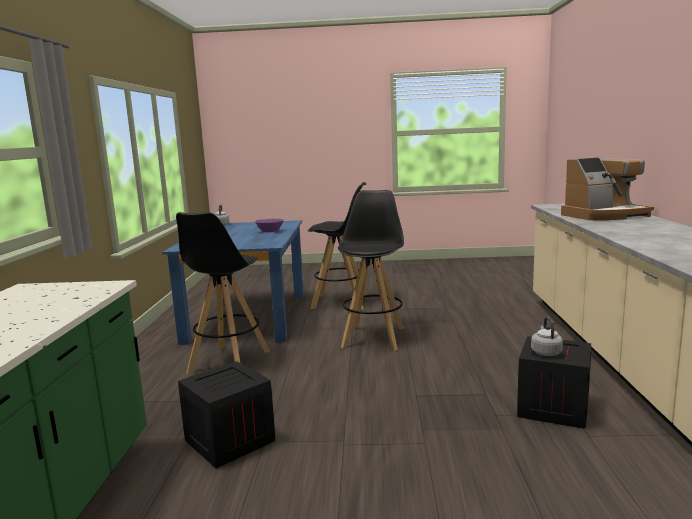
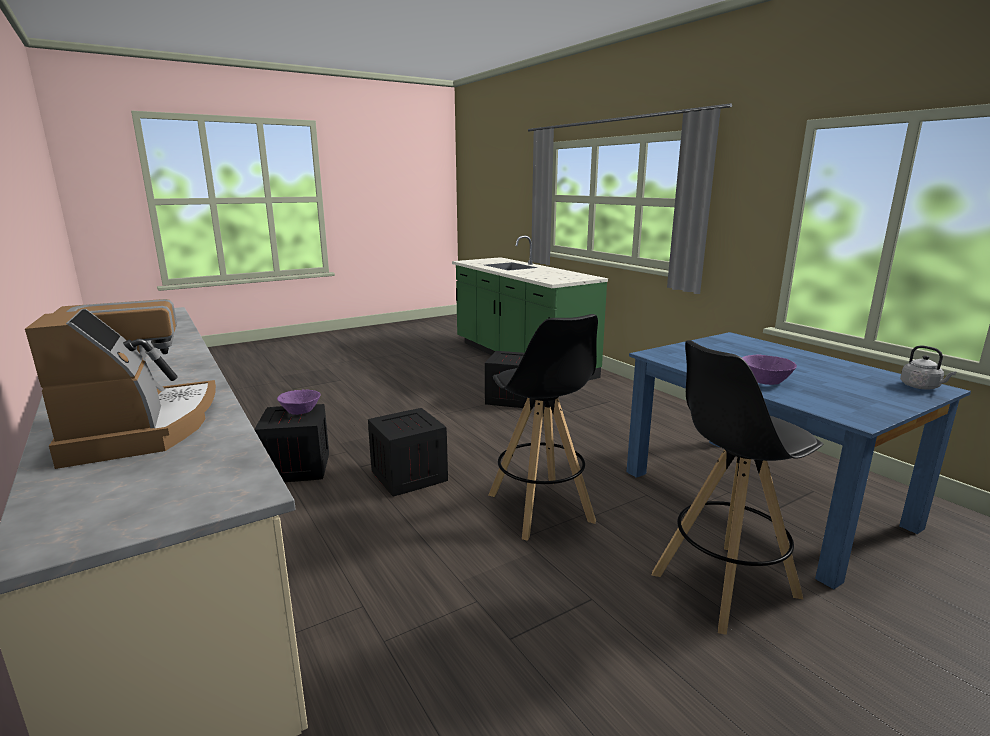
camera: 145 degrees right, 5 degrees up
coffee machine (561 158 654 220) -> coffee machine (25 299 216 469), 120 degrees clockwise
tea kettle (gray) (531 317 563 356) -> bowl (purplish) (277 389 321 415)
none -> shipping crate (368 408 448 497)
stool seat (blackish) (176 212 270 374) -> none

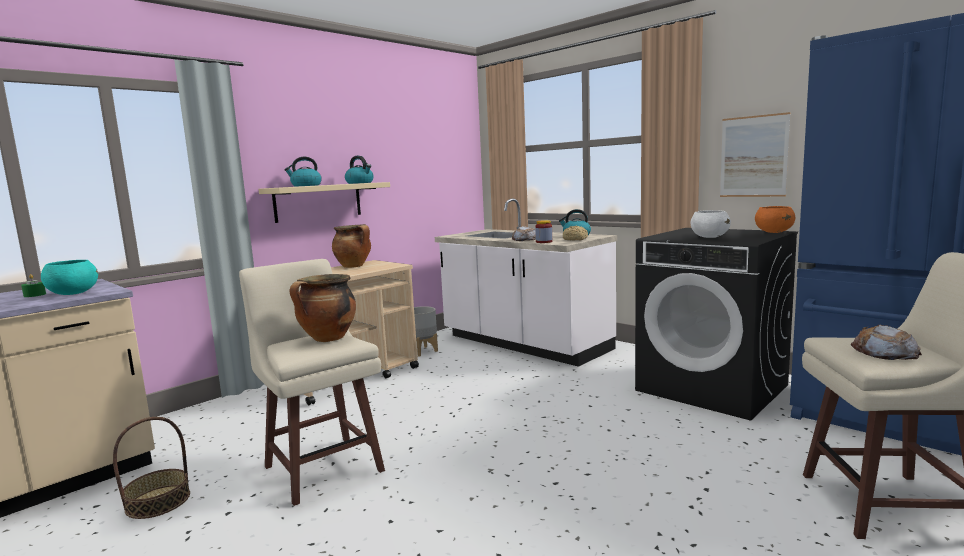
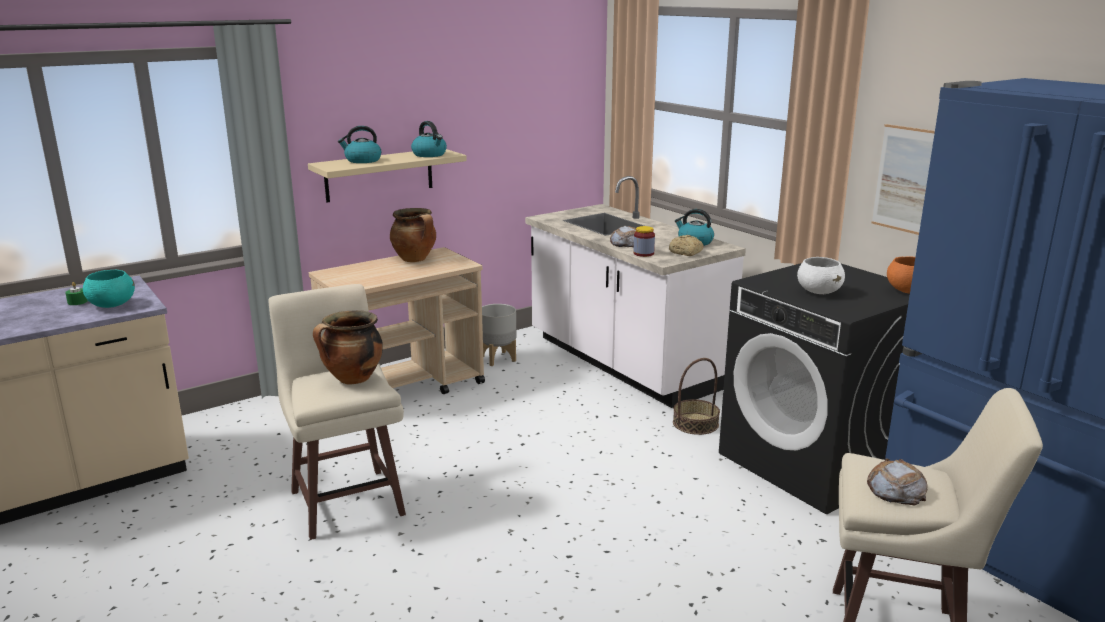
camera: 10 degrees right, 10 degrees up
basket (113 417 190 519) -> basket (673 358 720 435), shifted

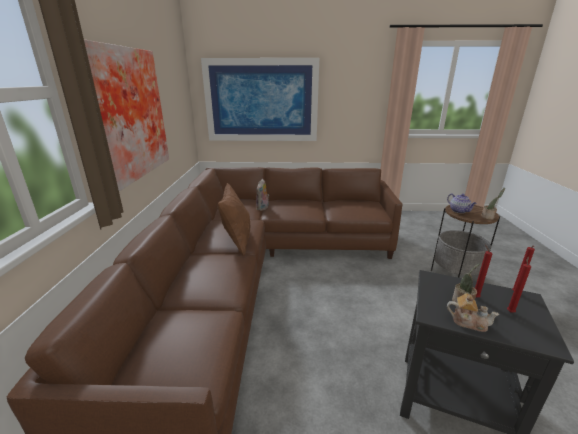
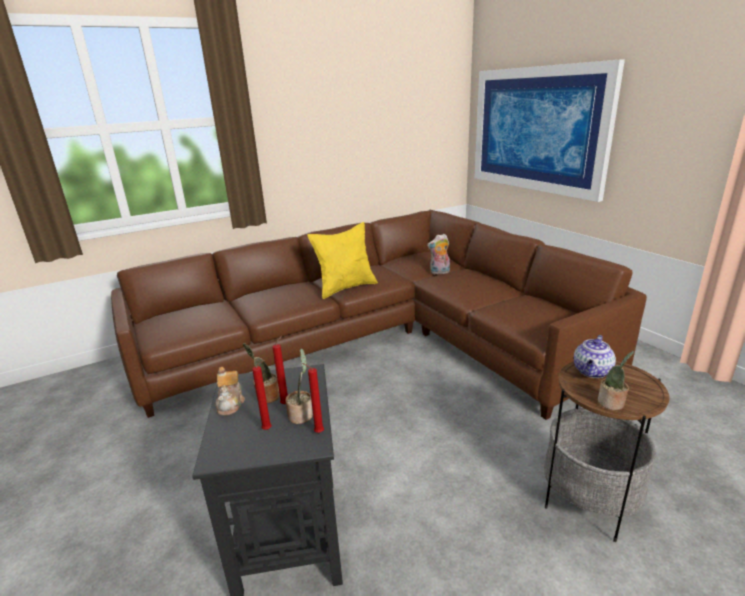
camera: 60 degrees right, 0 degrees up
none -> potted plant (285 348 313 424)
throw pillow (brown) (218 183 250 256) -> throw pillow (yellow) (308 222 378 299)
wall art (84 40 169 191) -> none

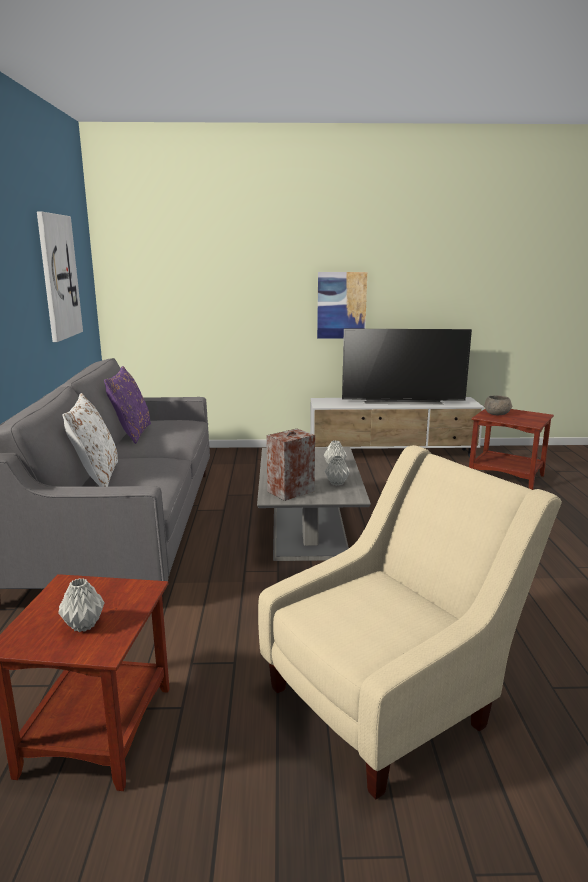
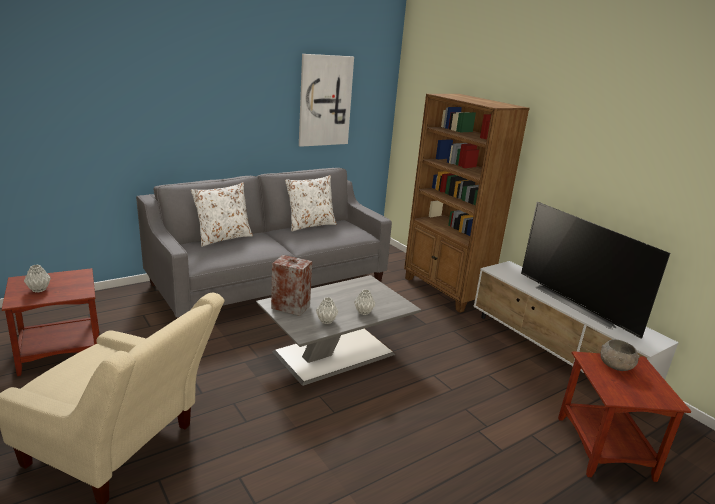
camera: 55 degrees right, 5 degrees up
throw pillow (purplish) (104 366 151 444) -> throw pillow (white) (285 175 337 231)
none -> bookshelf (brown) (404 94 530 313)
wall art (317 272 367 338) -> none

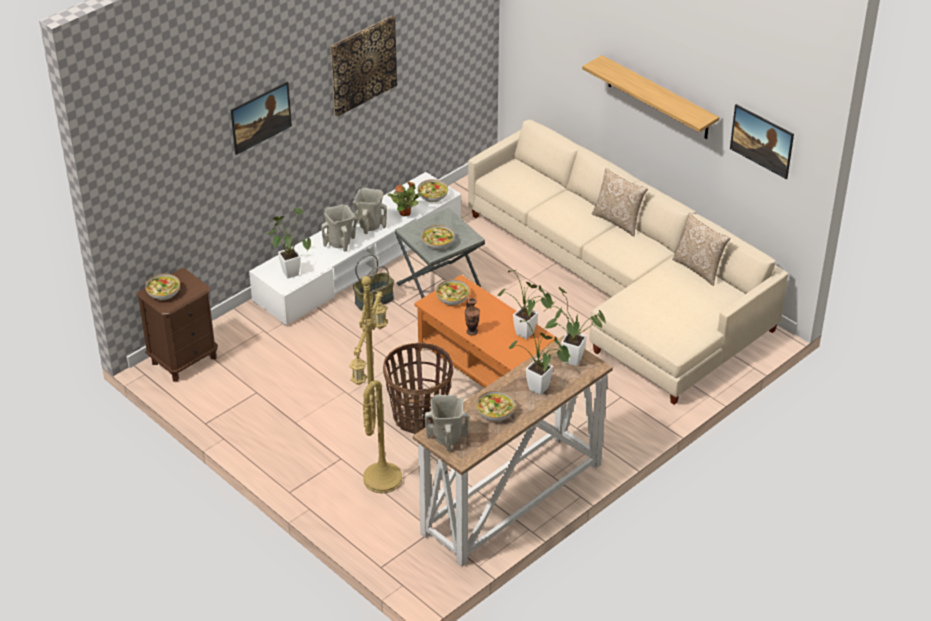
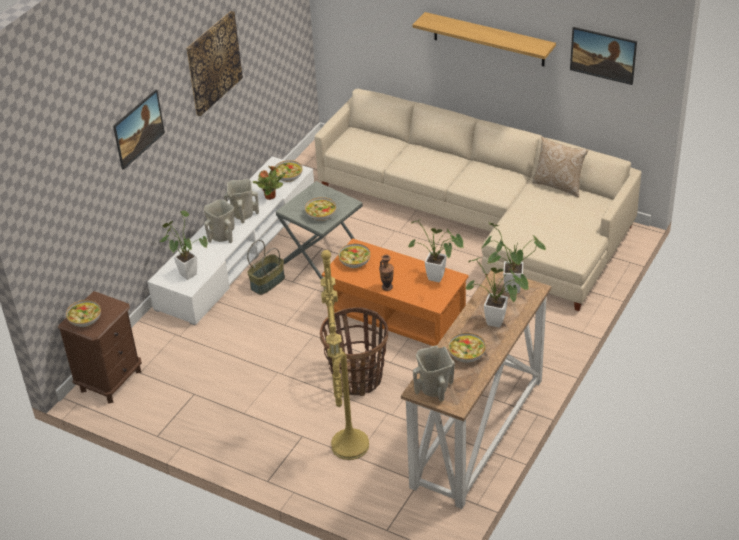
camera: 15 degrees left, 0 degrees up
throw pillow (592 168 648 236) -> none

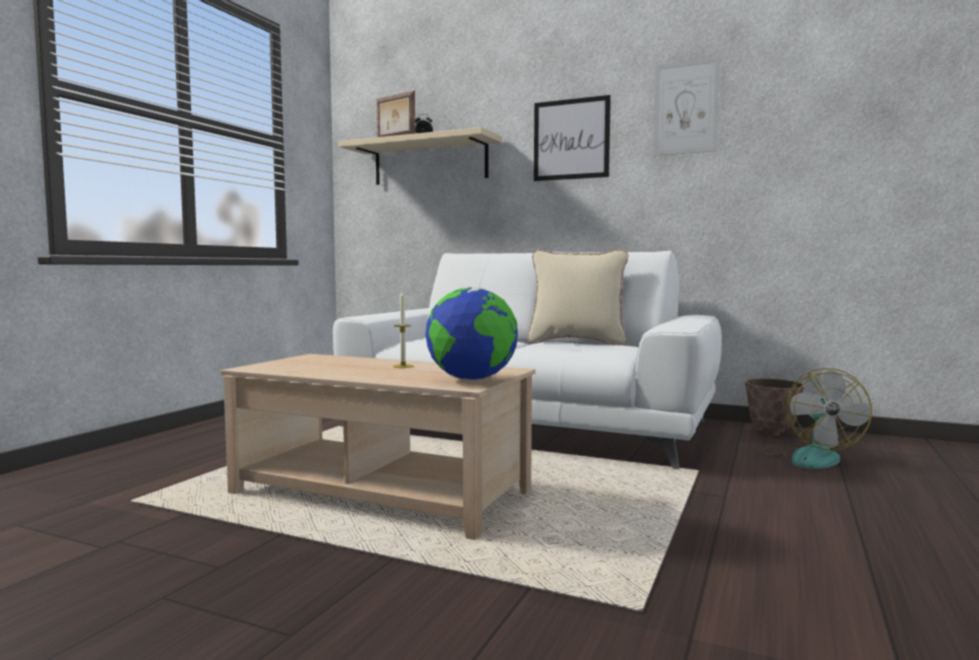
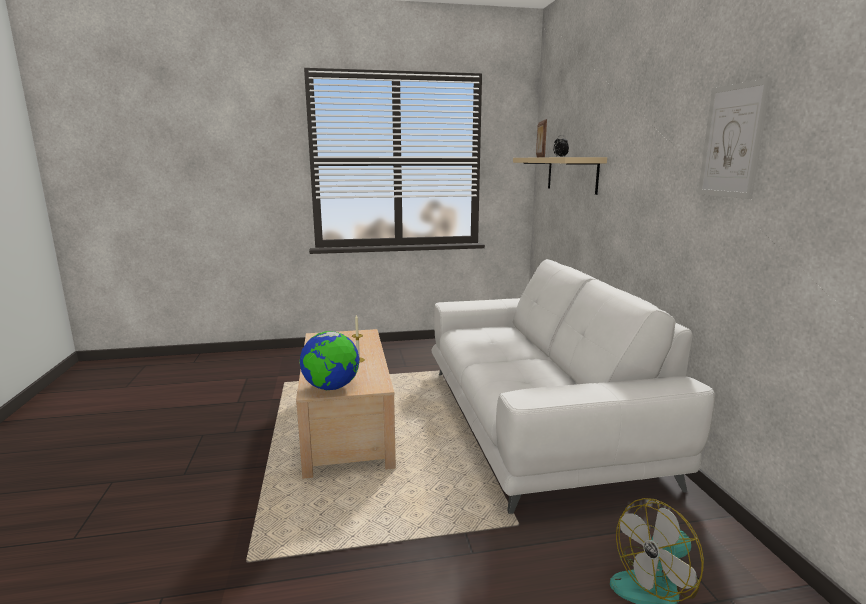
camera: 55 degrees right, 10 degrees up
throw pillow (beige) (527 249 628 345) -> none
wall art (534 95 611 181) -> none
flower pot (745 379 805 436) -> none

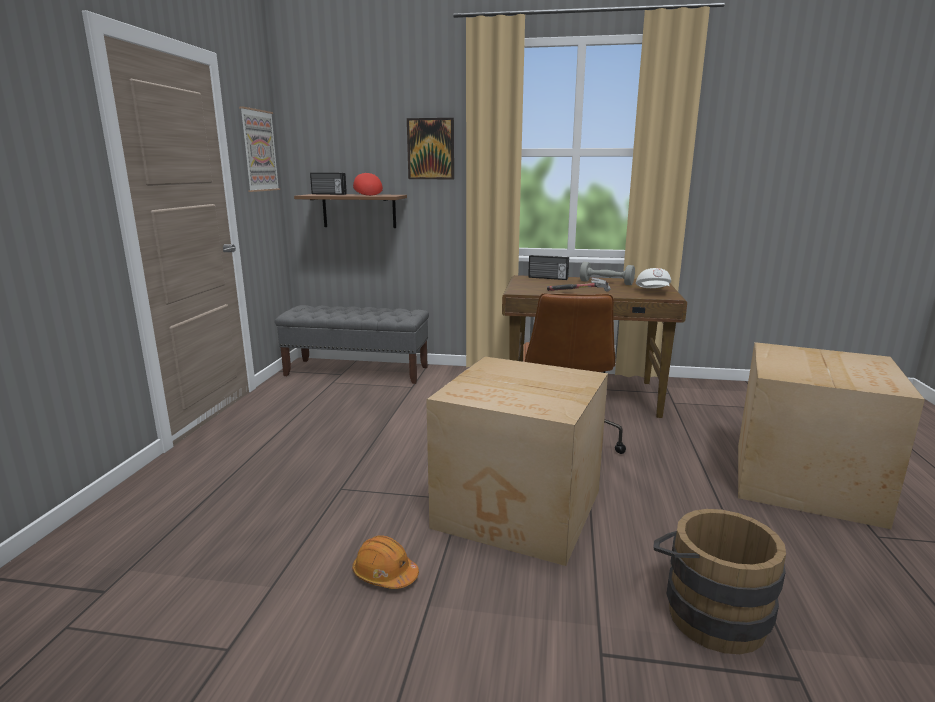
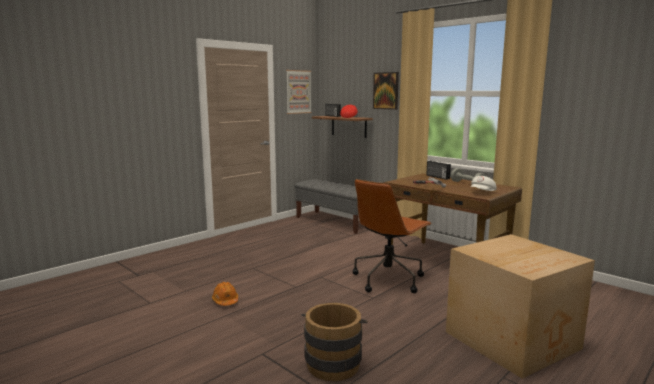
camera: 35 degrees right, 5 degrees down
carton (426 356 608 566) -> none

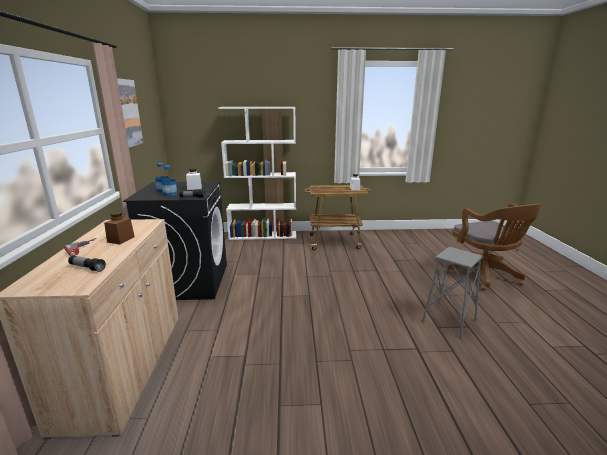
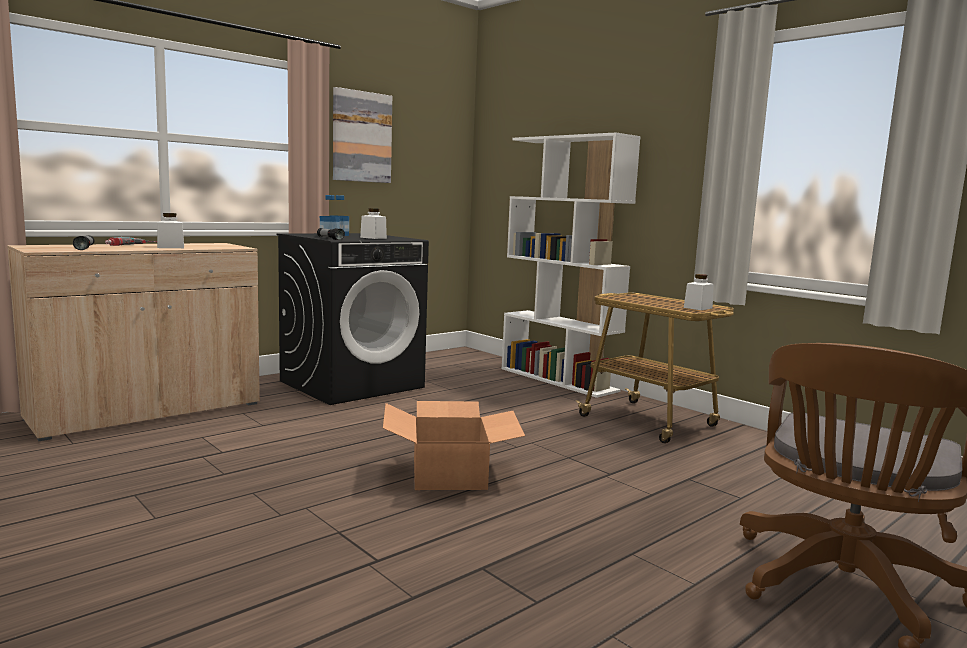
camera: 50 degrees right, 10 degrees down
preserve jar (brown) (104 212 135 244) -> preserve jar (white) (157 213 184 248)
none -> carton (383 401 525 490)
stool seat (gray) (422 247 483 338) -> none

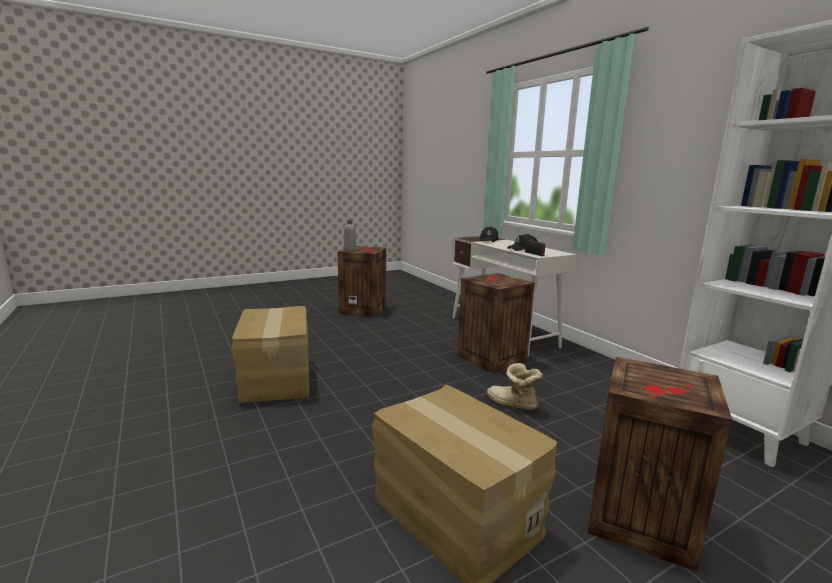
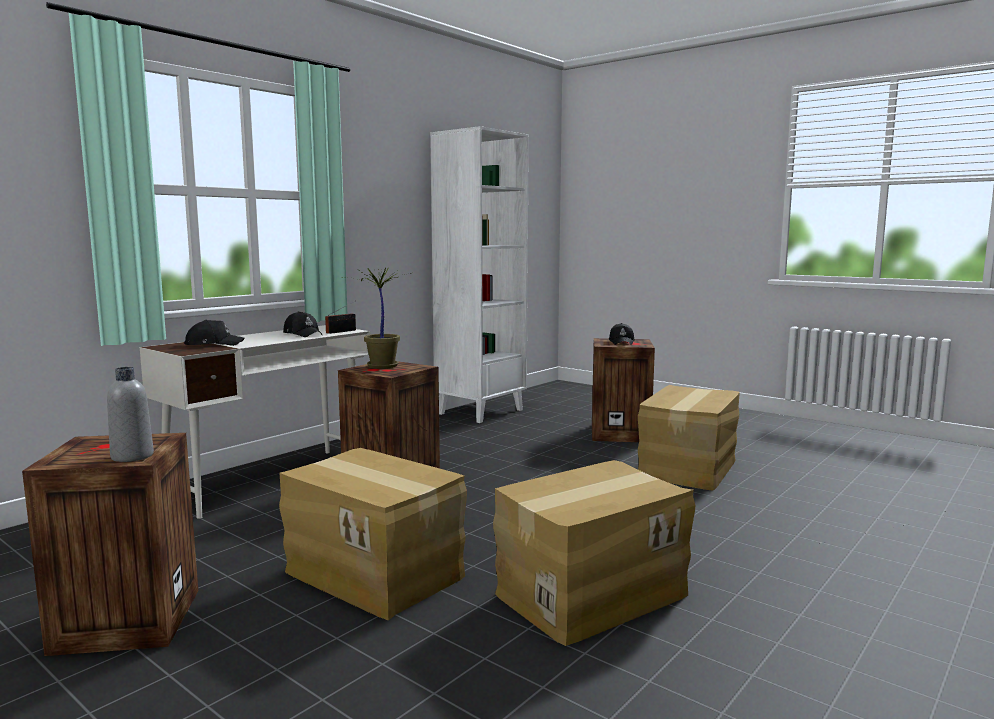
camera: 110 degrees left, 5 degrees down
none -> carton (279 448 467 621)
none -> potted plant (342 267 411 369)
none -> peaked cap (blackish) (609 323 635 345)
boot (487 363 543 410) -> none

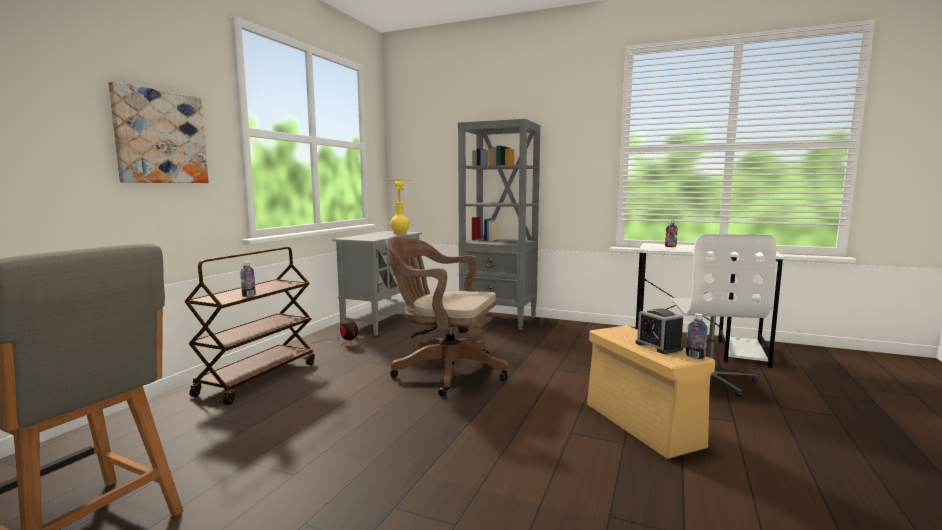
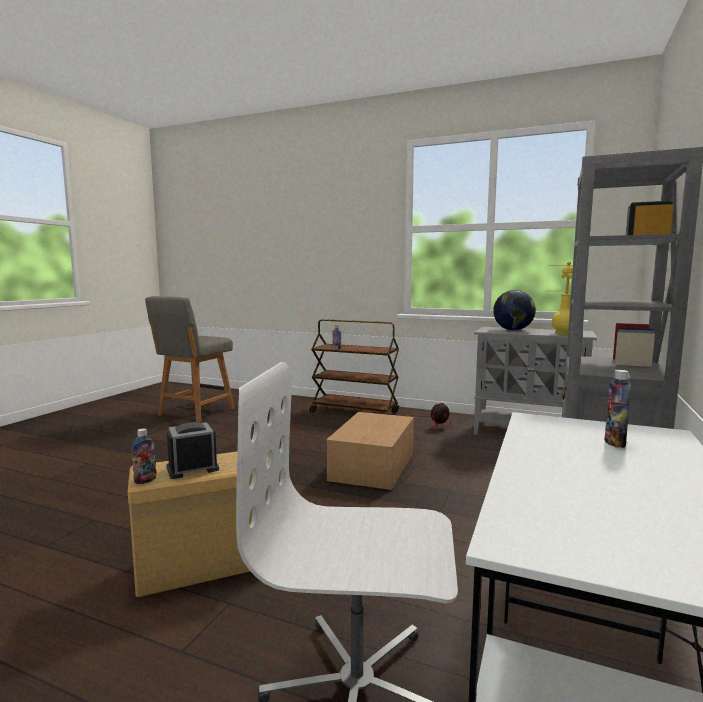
camera: 90 degrees right, 0 degrees up
desk chair (brown) (386 236 508 396) -> carton (326 412 414 490)
none -> desk globe (493 290 536 331)
wall art (108 81 209 183) -> none

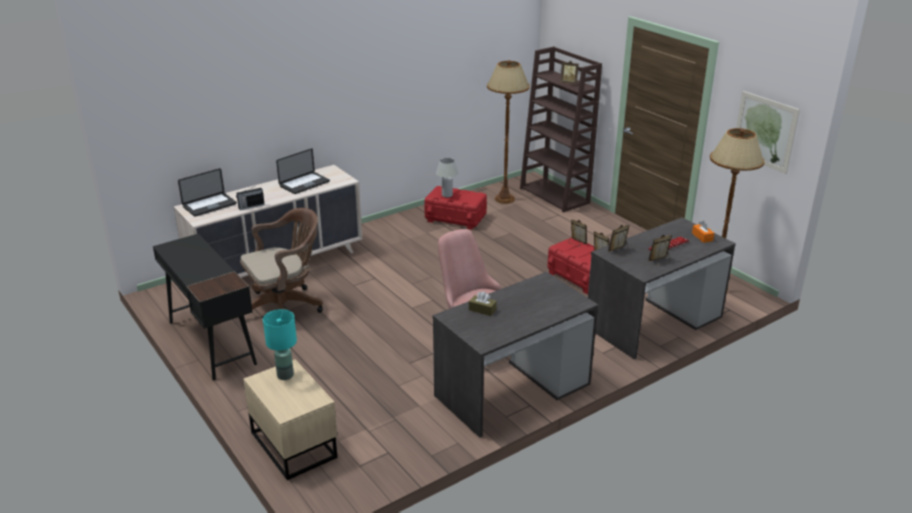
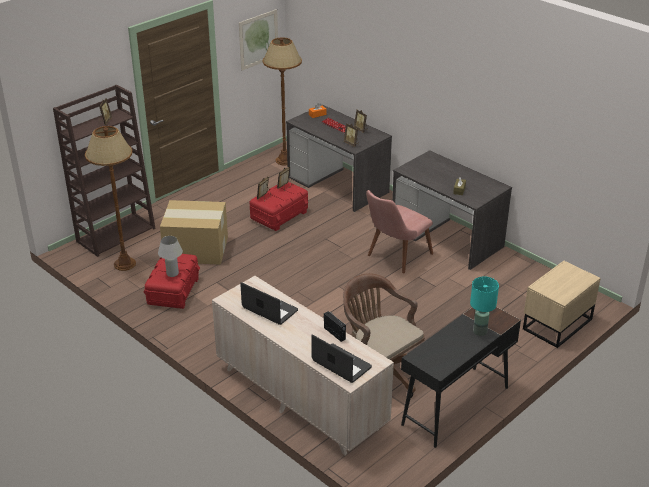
camera: 100 degrees left, 5 degrees up
none -> carton (160 200 228 265)
tabletop lamp (turquoise-coloured) (263 309 297 380) -> tabletop lamp (turquoise-coloured) (470 276 499 336), shifted

